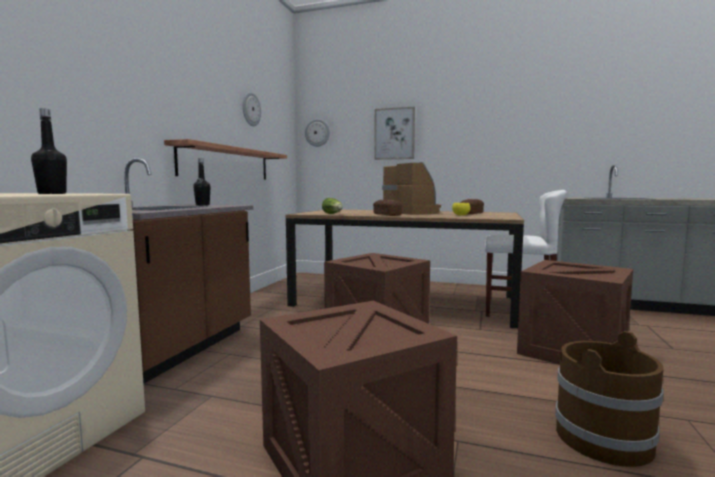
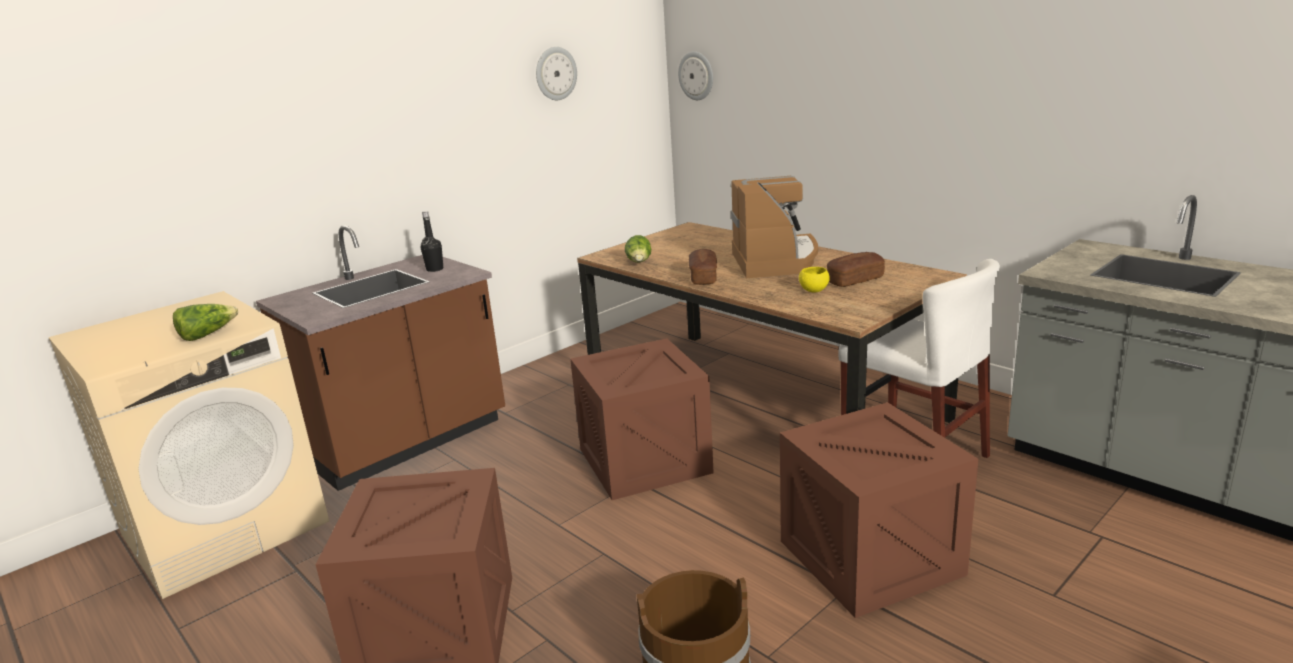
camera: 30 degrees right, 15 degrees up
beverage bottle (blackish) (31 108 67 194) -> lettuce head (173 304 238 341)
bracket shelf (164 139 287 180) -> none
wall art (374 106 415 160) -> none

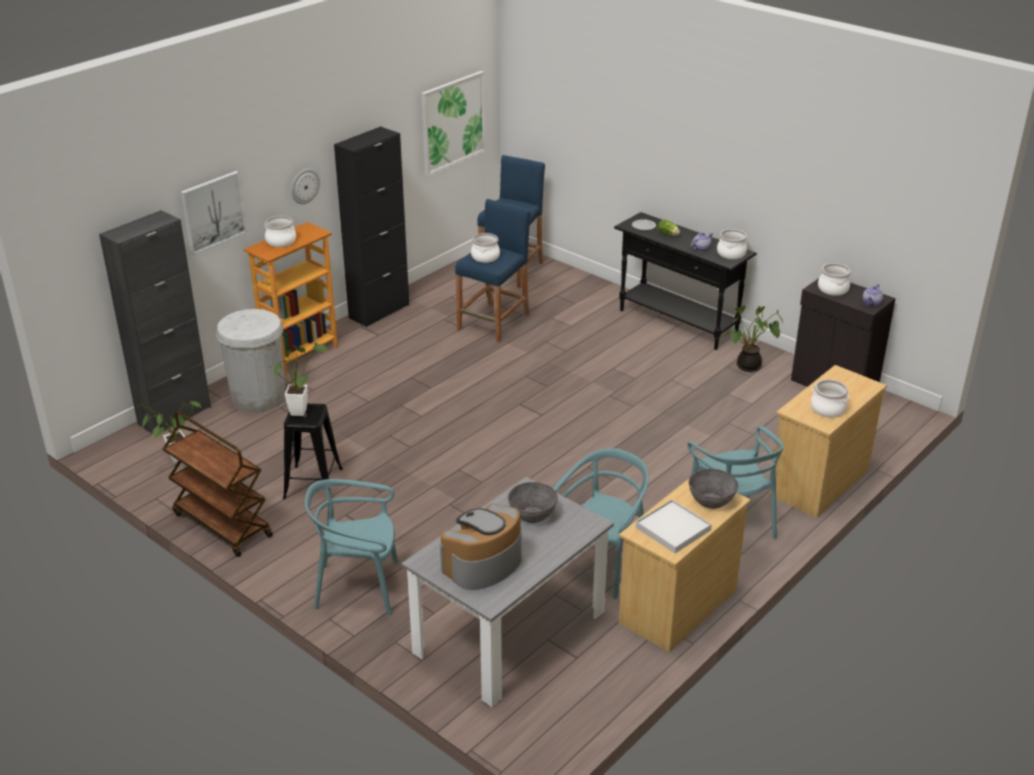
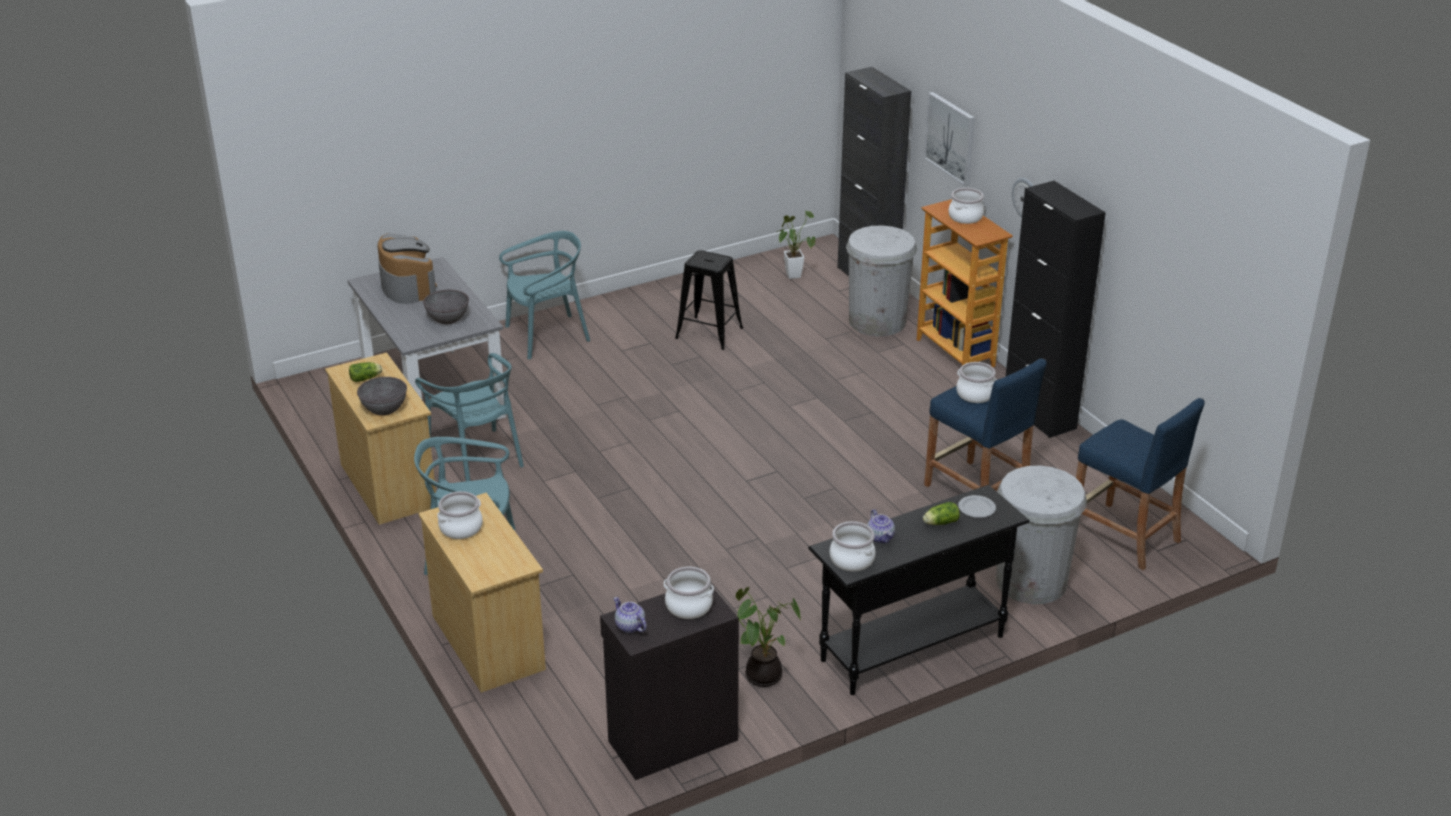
camera: 110 degrees right, 0 degrees up
serving tray (white) (636 499 712 553) -> lettuce head (349 362 382 382)
chair (turquoise-coloured) (305 479 399 616) -> chair (turquoise-coloured) (499 231 590 359), 45 degrees clockwise
none -> trash can (white) (996 466 1087 604)
trolley (brown) (163 411 273 557) -> none
potted plant (274 343 328 416) -> none
wall art (421 71 486 176) -> none

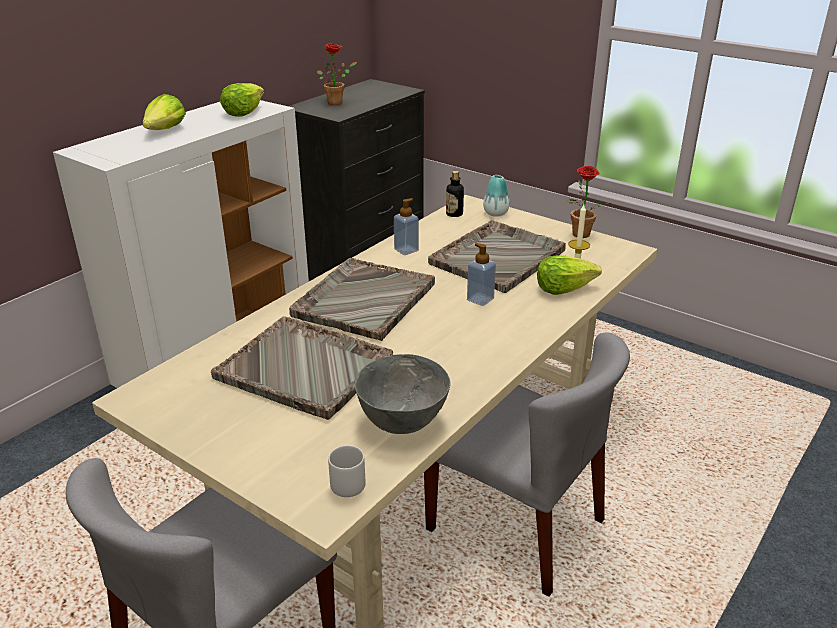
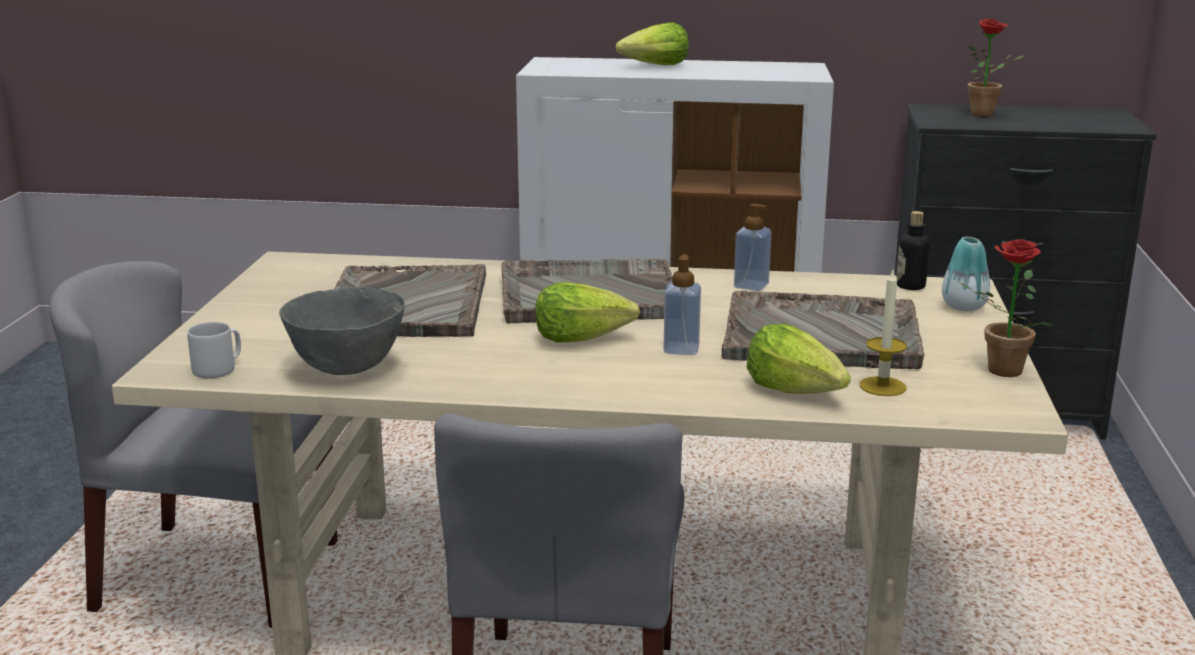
camera: 60 degrees right, 10 degrees down
lettuce head (220 83 264 117) -> lettuce head (535 282 640 342), shifted

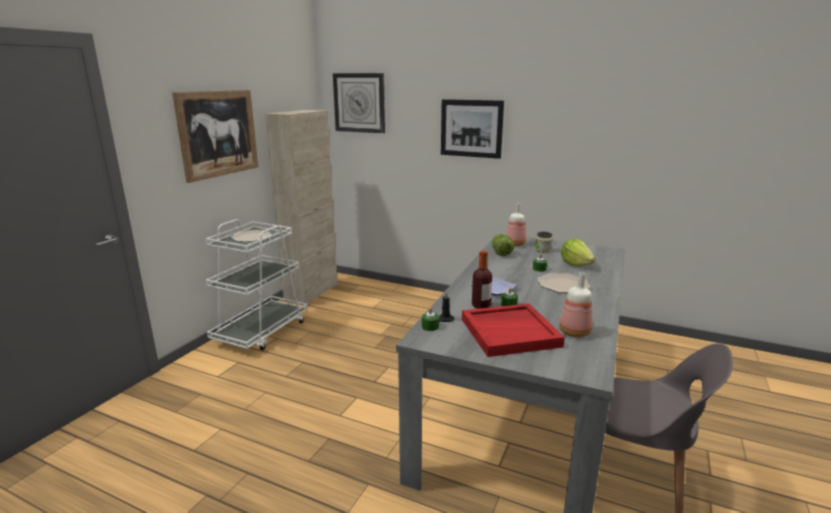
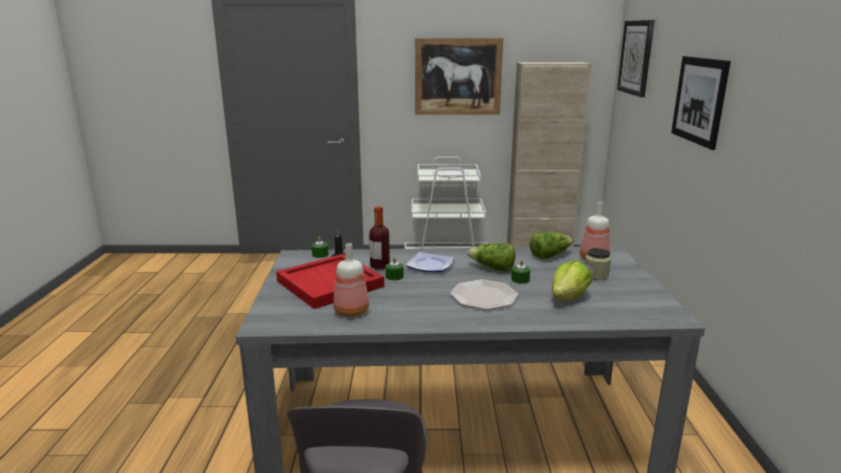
camera: 65 degrees right, 0 degrees up
none -> lettuce head (467 243 515 272)

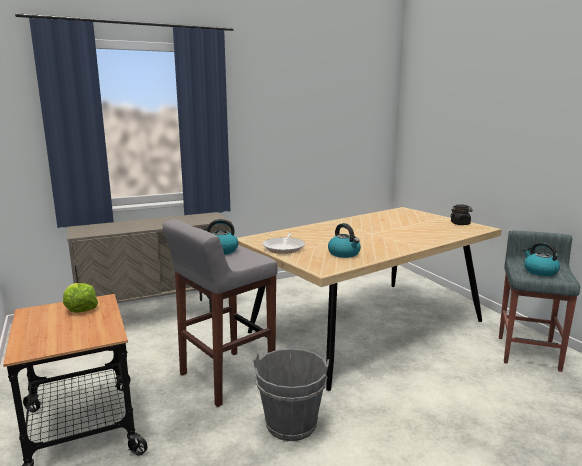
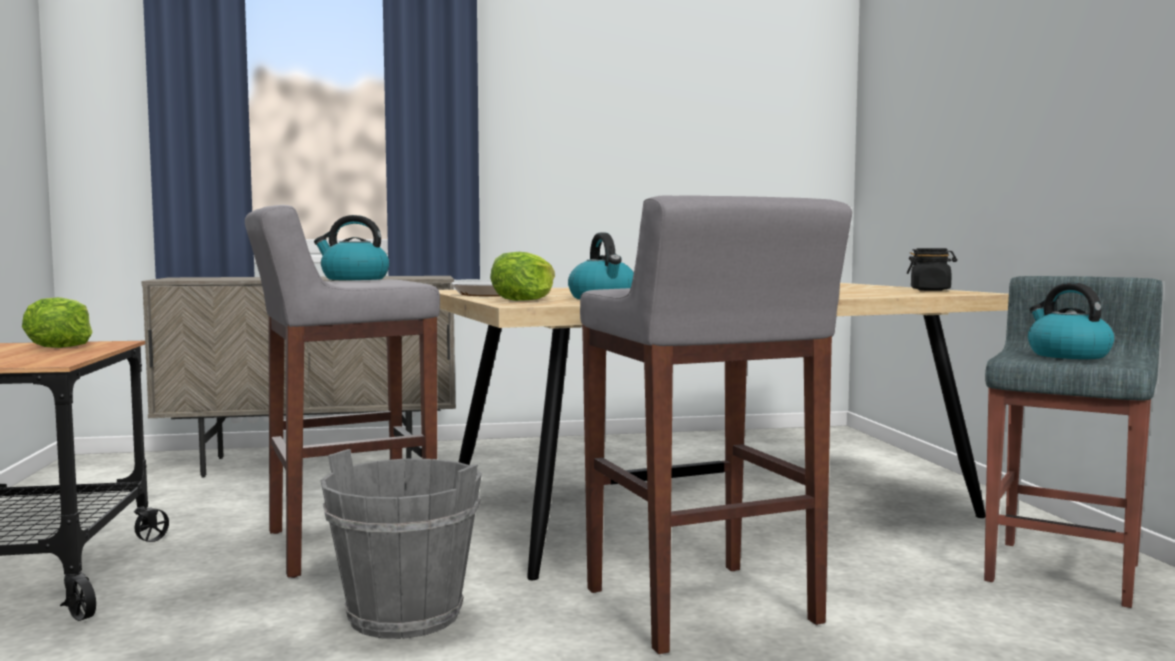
camera: 15 degrees right, 10 degrees down
none -> lettuce head (490 252 555 301)
none -> stool seat (gray) (580 195 852 654)

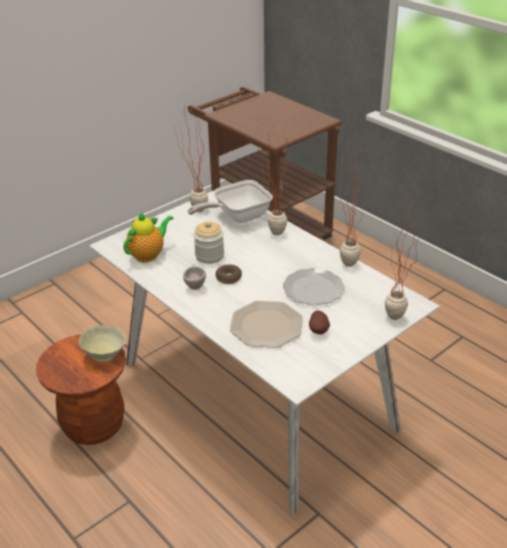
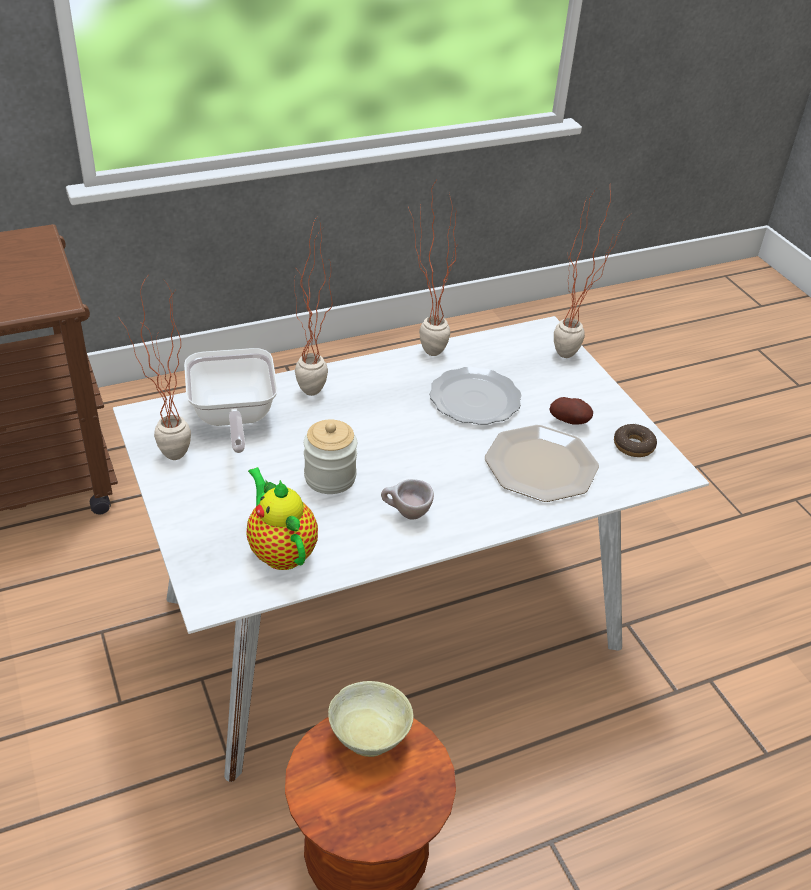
camera: 75 degrees left, 5 degrees up
doughnut (216 264 242 284) -> doughnut (614 424 657 457), shifted

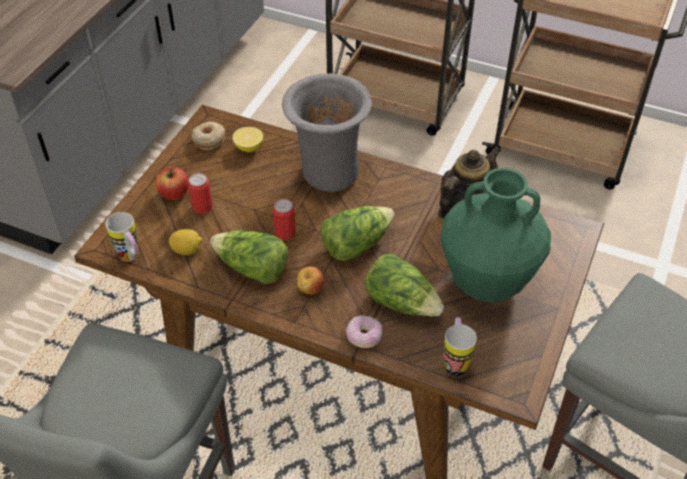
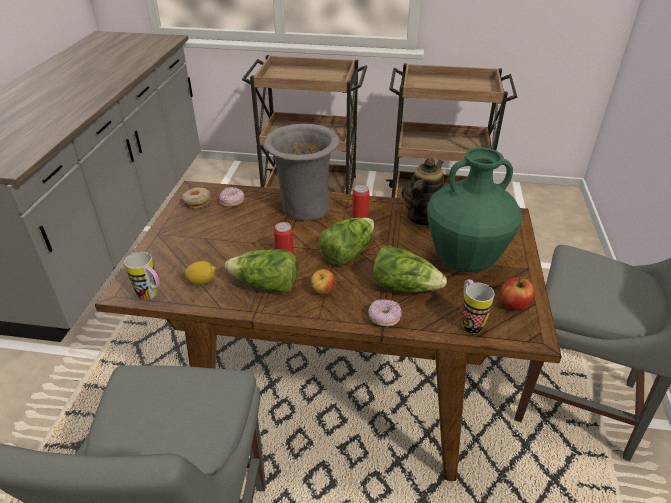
camera: 15 degrees left, 10 degrees down
whole lemon (232 127 263 152) -> doughnut (219 187 244 207)
sealed can (188 173 213 214) -> sealed can (352 185 369 218), shifted
apple (155 167 189 200) -> apple (500 277 534 311), shifted

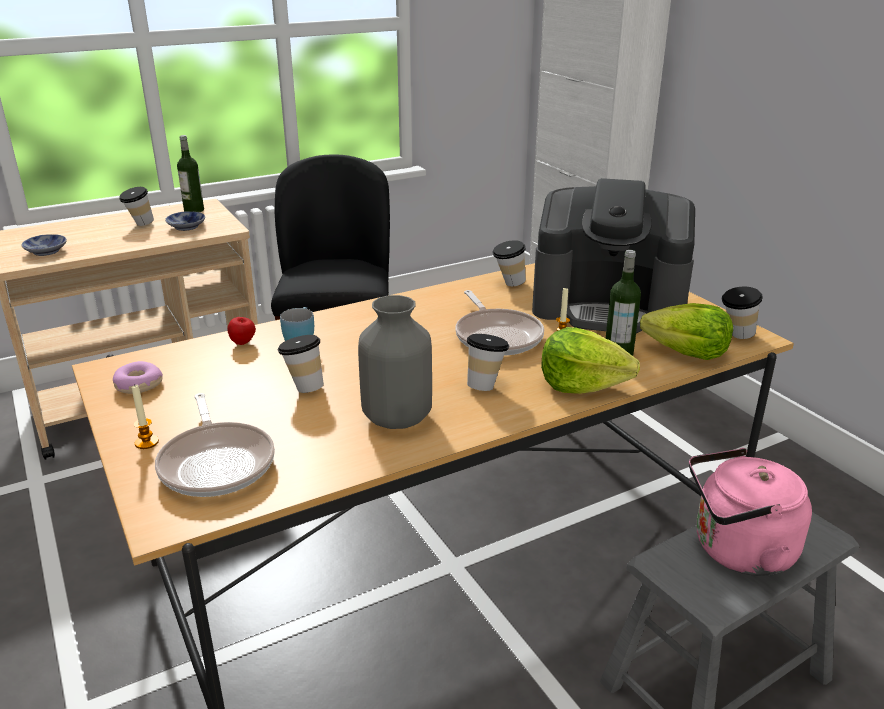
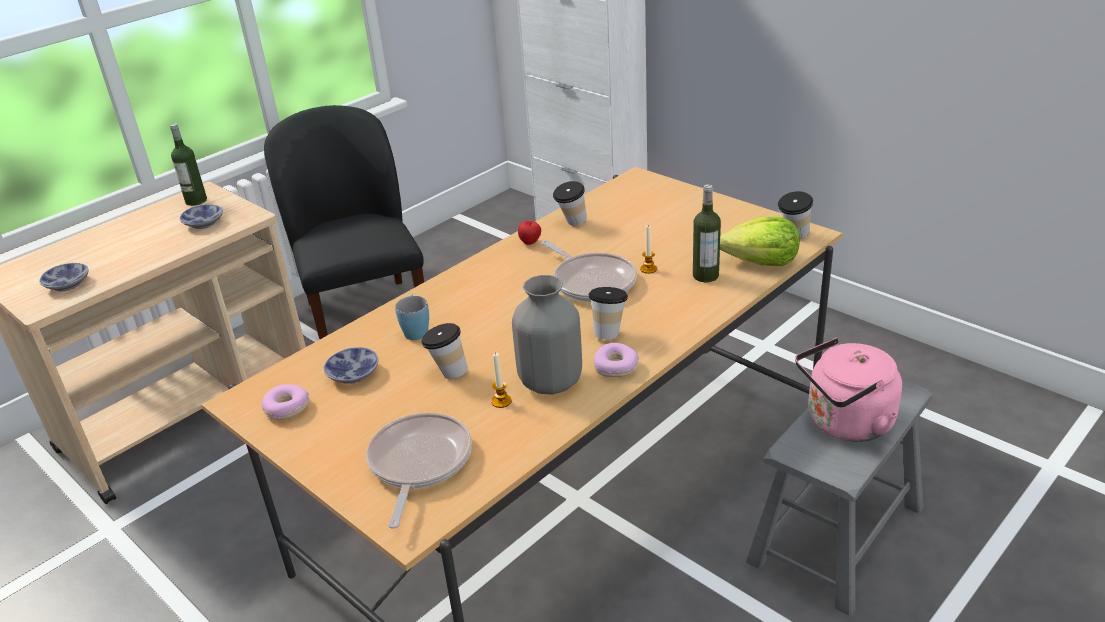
camera: 15 degrees left, 5 degrees up
none -> bowl (324 347 378 384)
skillet (155 393 275 497) -> skillet (366 413 472 529), 135 degrees counterclockwise
wax light (132 384 159 449) -> wax light (491 352 512 408), shifted
apple (227 317 256 345) -> apple (518 221 541 245), shifted
none -> doughnut (594 343 639 377)
drinking cup (119 187 154 226) -> none
coffee machine (532 178 695 334) -> none
lettuce head (541 327 640 394) -> none

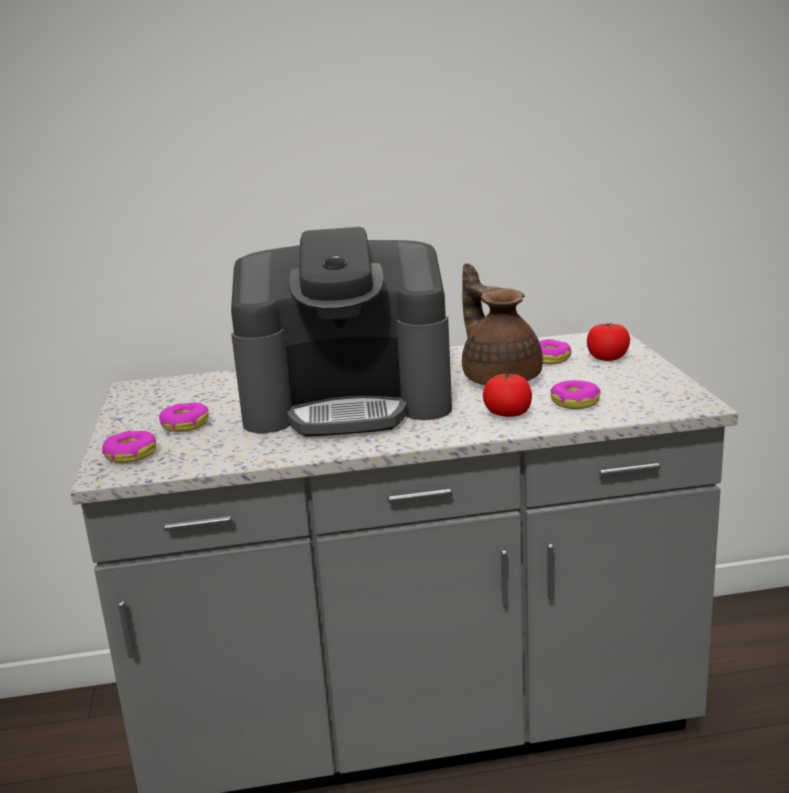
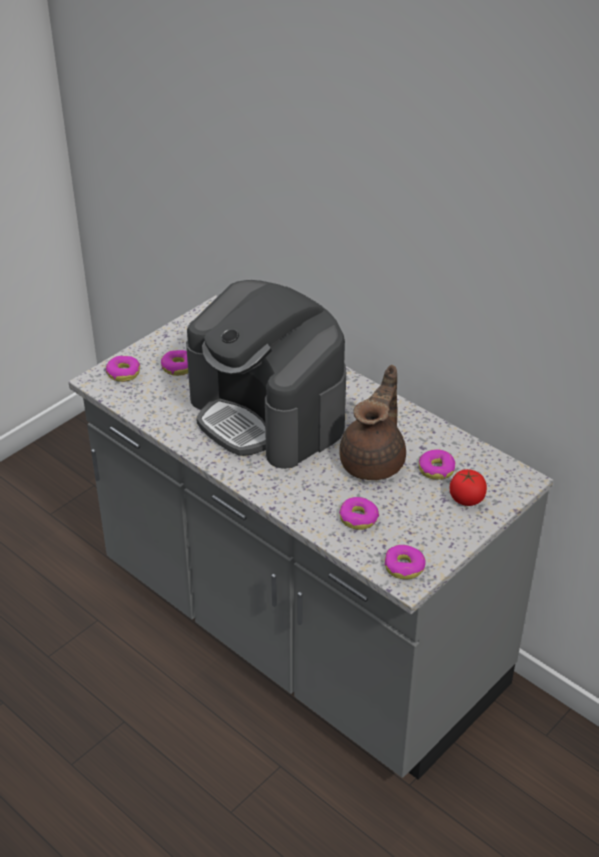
camera: 50 degrees right, 20 degrees up
none -> doughnut (385 545 426 580)
whole tomato (483 373 532 417) -> none

